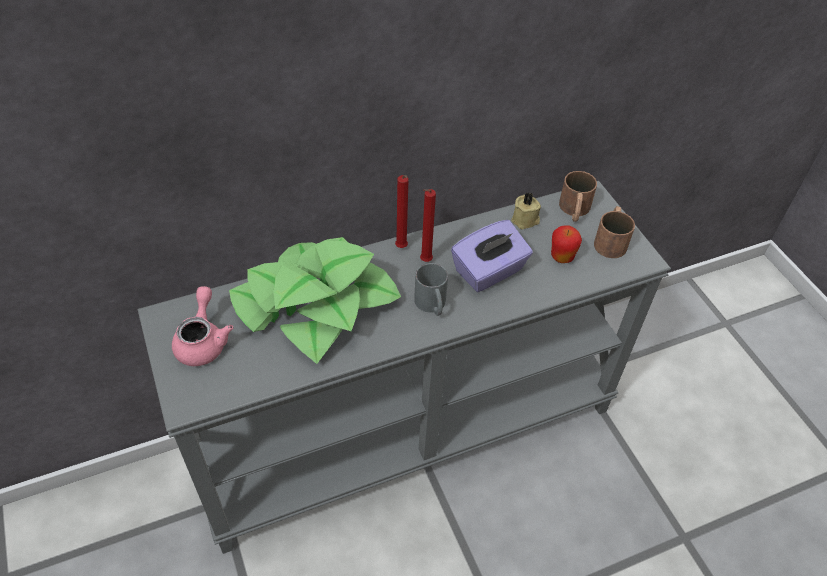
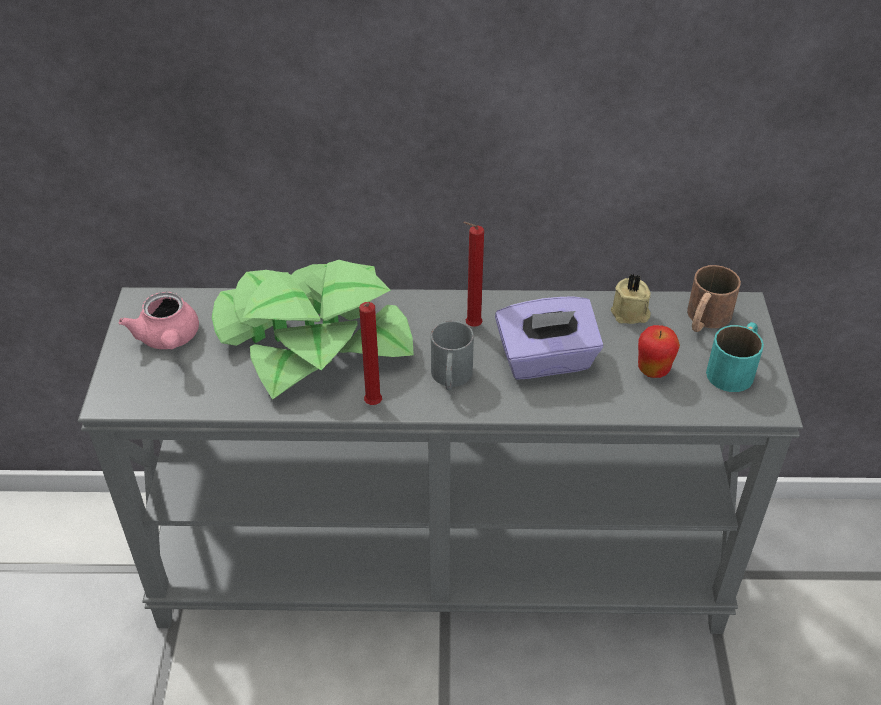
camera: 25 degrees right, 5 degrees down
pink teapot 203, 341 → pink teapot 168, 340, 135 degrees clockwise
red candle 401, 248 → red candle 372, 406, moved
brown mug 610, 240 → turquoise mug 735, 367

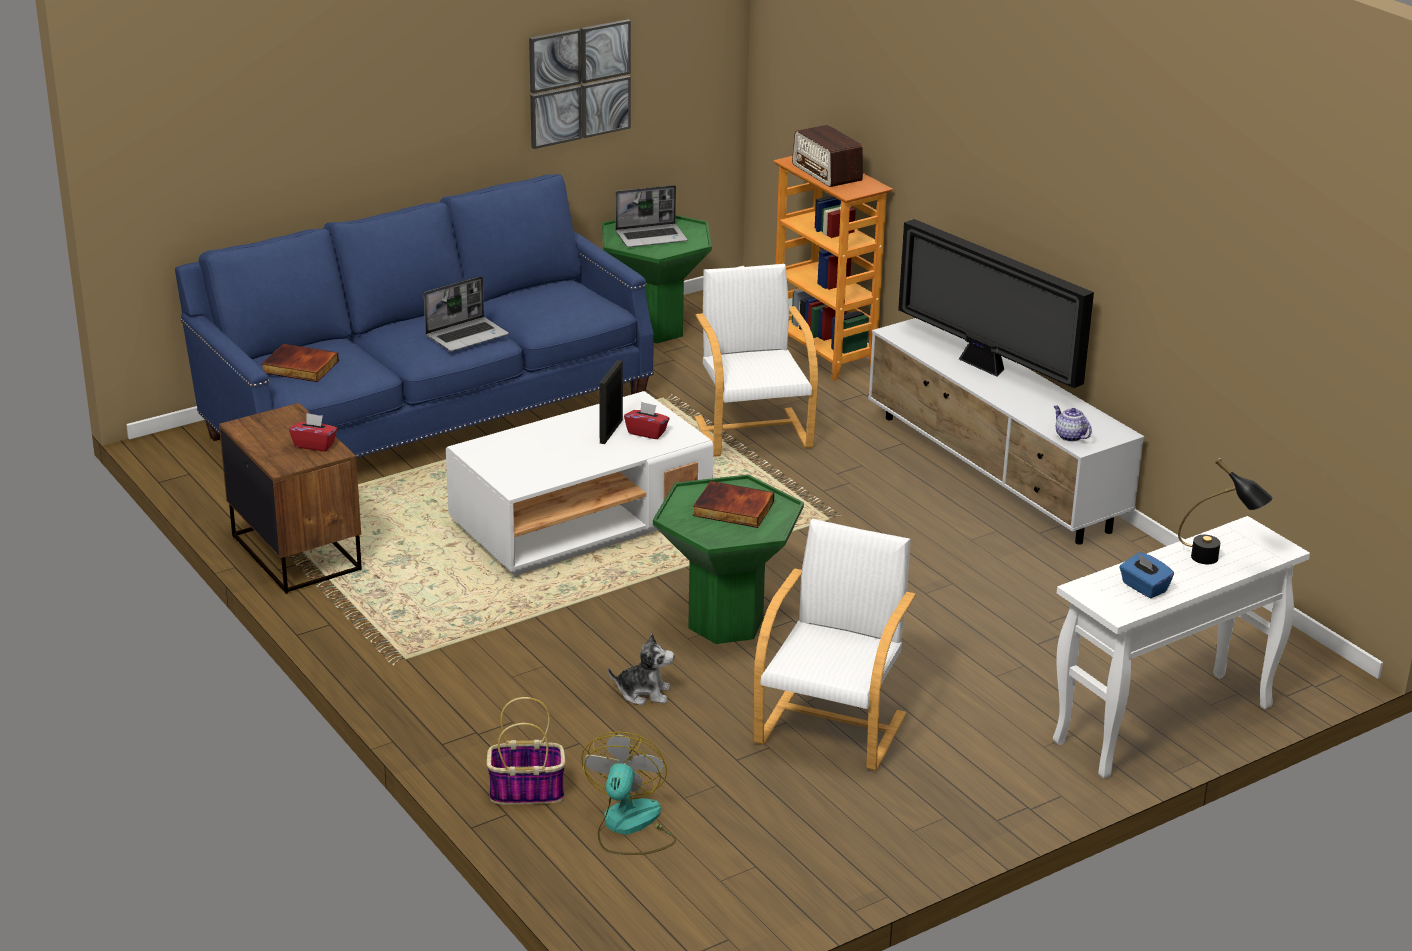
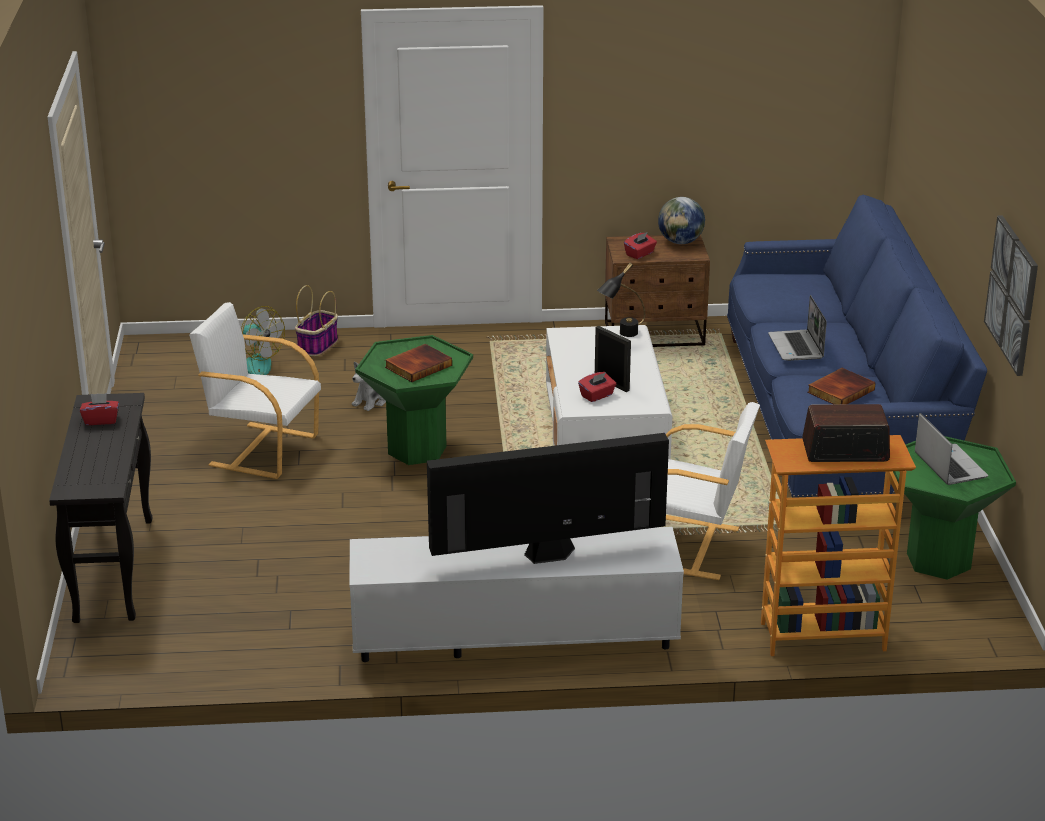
camera: 120 degrees right, 0 degrees up
white console table 1162, 725 → black console table 113, 568
blue tissue box 1144, 588 → red tissue box 101, 420
white armchair 832, 727 → white armchair 262, 450, 150 degrees clockwise
black table lamp 1217, 560 → black table lamp 621, 335, moved
- → globe 680, 242
book 299, 367 → book 840, 390, moved
laptop 652, 237 → laptop 949, 466, 150 degrees clockwise
teapot 1069, 436 → -

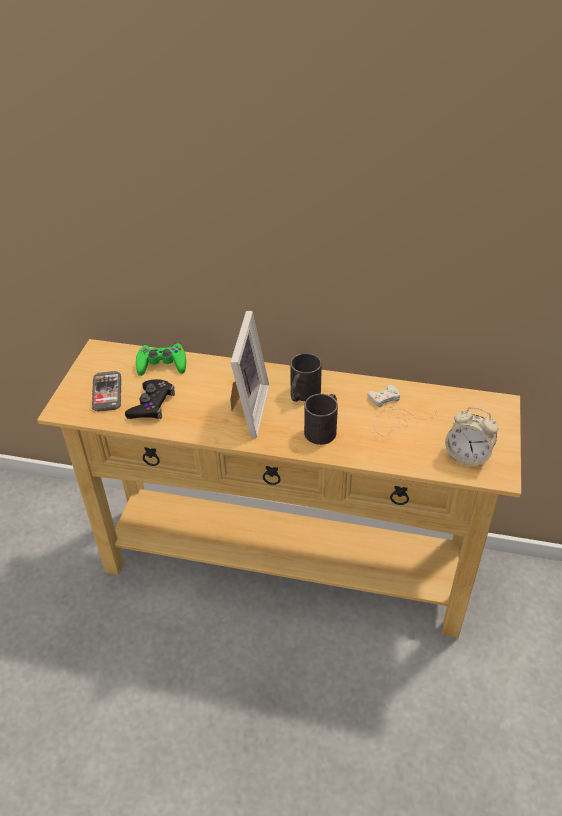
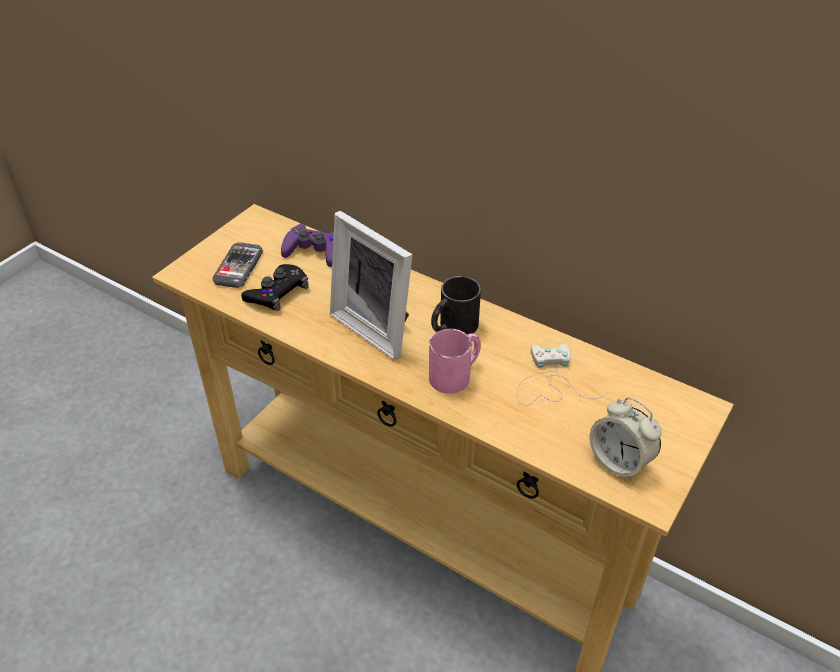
camera: 20 degrees right, 0 degrees up
green game controller 162, 364 → purple game controller 314, 250
picture frame 245, 409 → picture frame 377, 326, 105 degrees clockwise
black mug 323, 428 → pink mug 456, 374

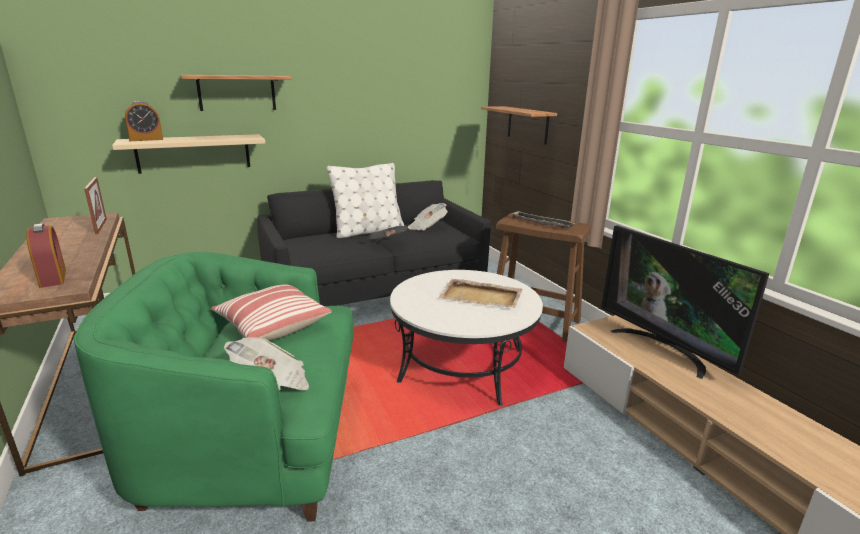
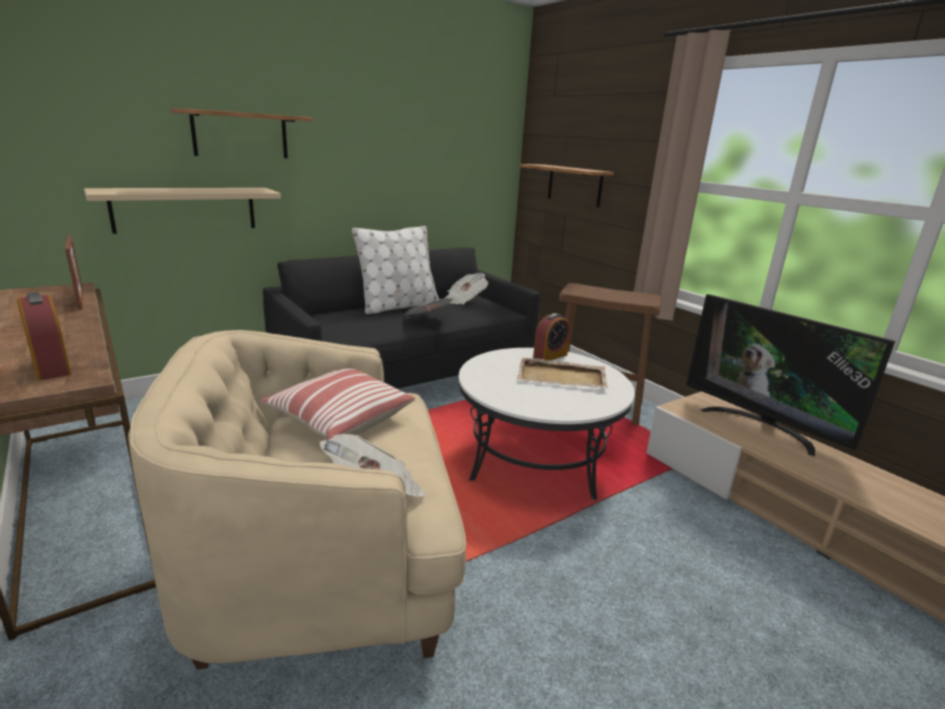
camera: 10 degrees left, 0 degrees up
green armchair 255, 441 → beige armchair 323, 564
alarm clock 146, 139 → alarm clock 550, 356, moved
tray 541, 223 → -

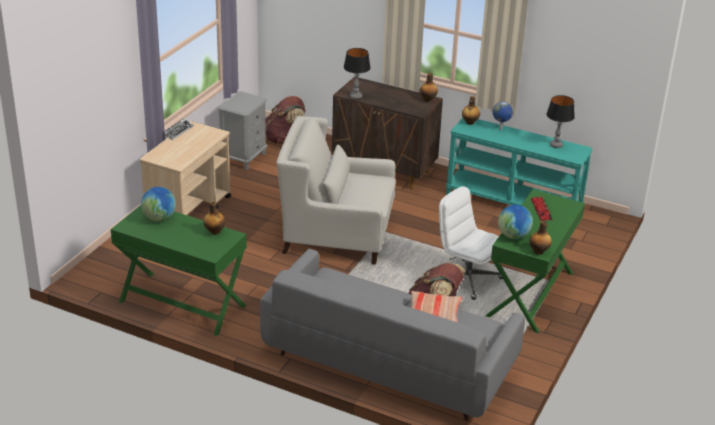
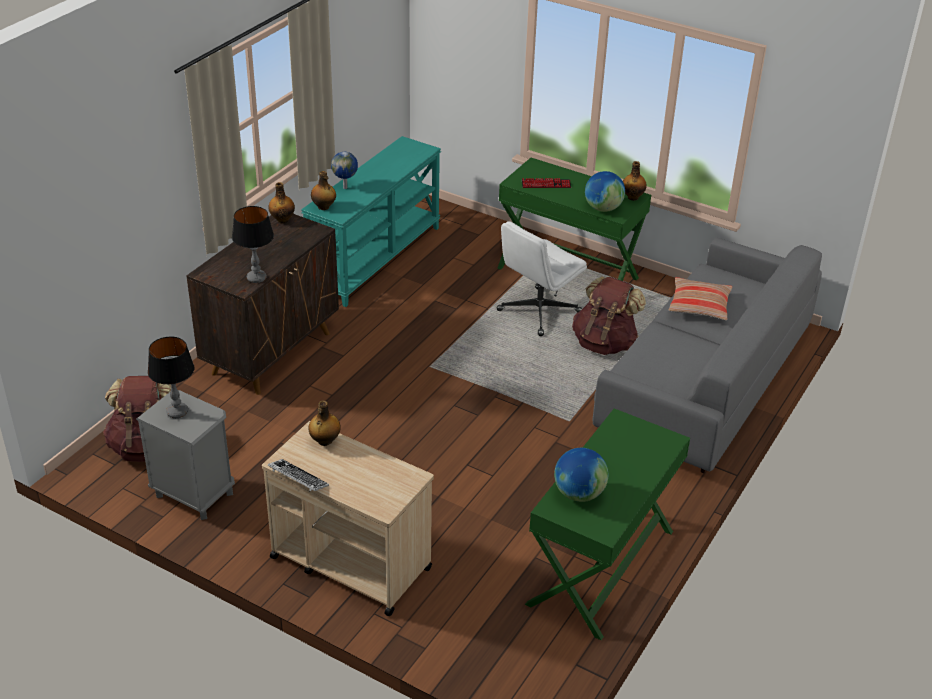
camera: 85 degrees left, 5 degrees up
table lamp 556, 145 → table lamp 177, 412, moved
bottle 214, 231 → bottle 324, 441, moved
white armchair 337, 234 → -

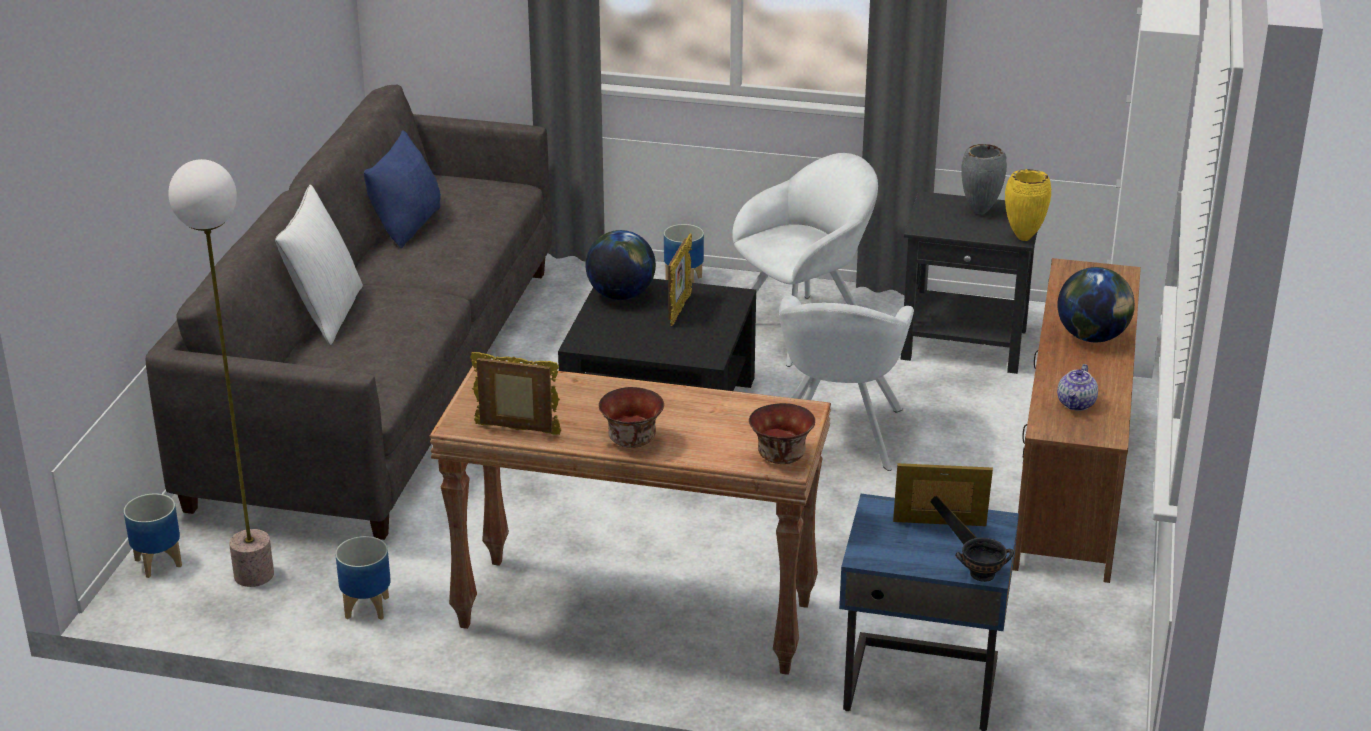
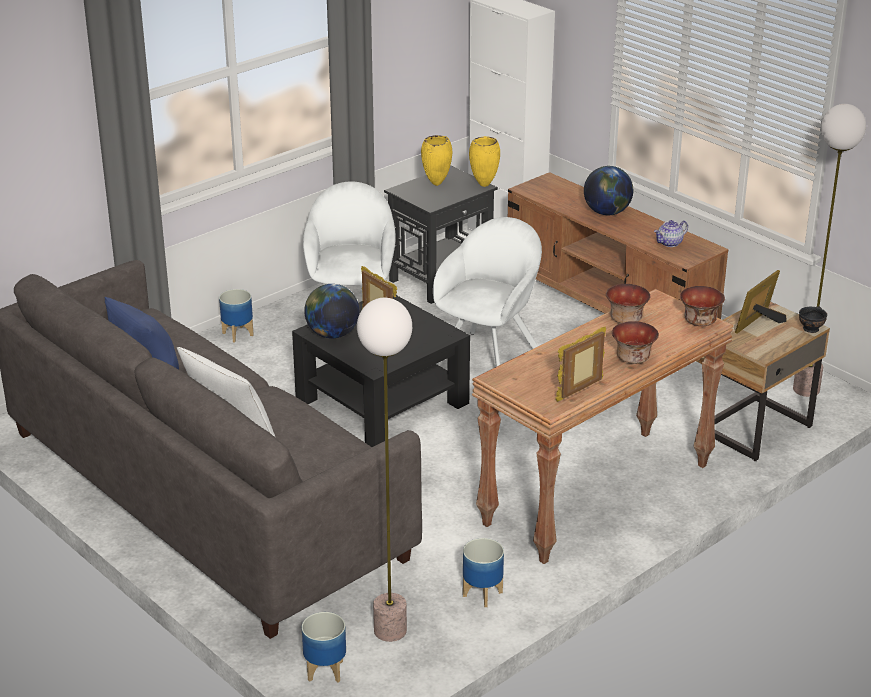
camera: 55 degrees left, 0 degrees up
grey vase 979, 212 → yellow vase 437, 184
white armchair 838, 437 → white armchair 489, 356, 105 degrees counterclockwise
- → bowl 625, 319
teapot 1076, 404 → teapot 670, 243, 90 degrees clockwise
blue nightstand 920, 682 → beige nightstand 751, 428
- → floor lamp 806, 389

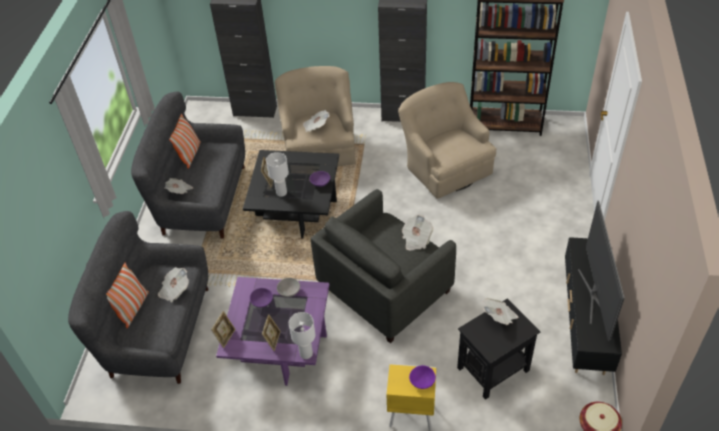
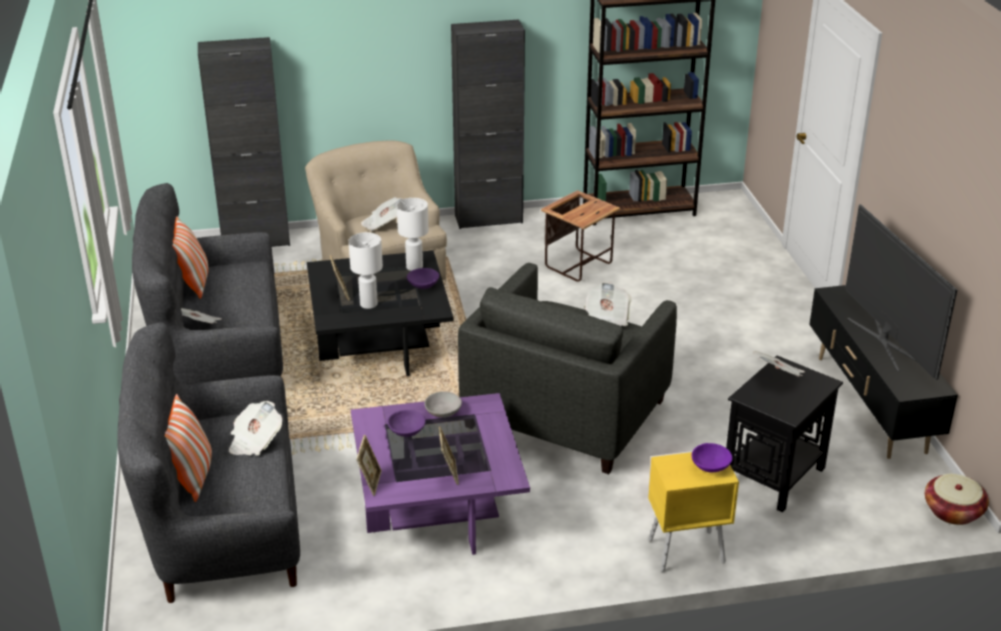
camera: 20 degrees left, 15 degrees down
white table lamp 306, 353 → white table lamp 414, 267, moved
beige armchair 444, 166 → side table 579, 265

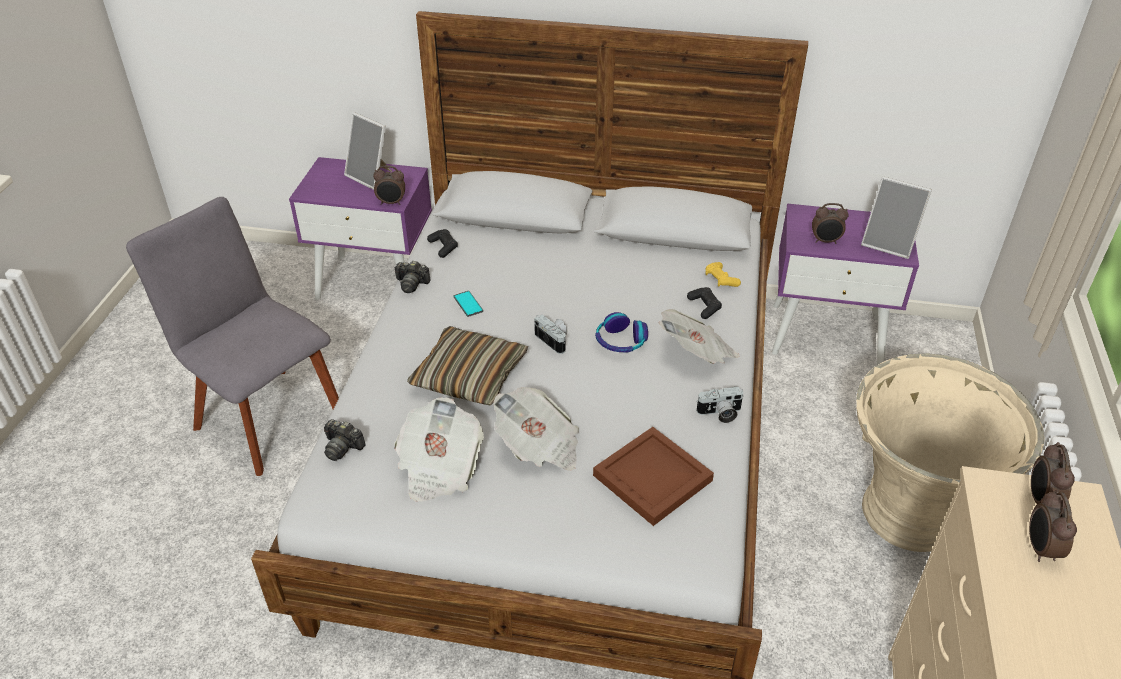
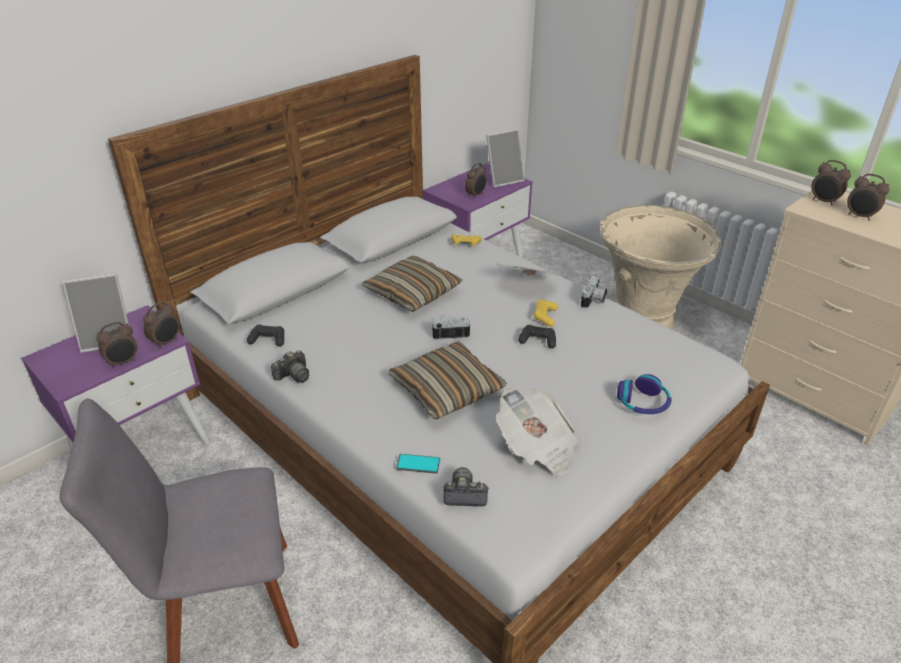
camera: 55 degrees left, 5 degrees down
- → alarm clock 123, 362
- → pillow 412, 293
phone 468, 304 → phone 418, 464, moved
photo camera 342, 447 → photo camera 464, 495, 150 degrees counterclockwise
black game controller 704, 306 → black game controller 537, 341, moved
- → yellow game controller 545, 317
headphones 620, 341 → headphones 643, 403, moved
newspaper 539, 446 → -
brown tray 652, 479 → -

